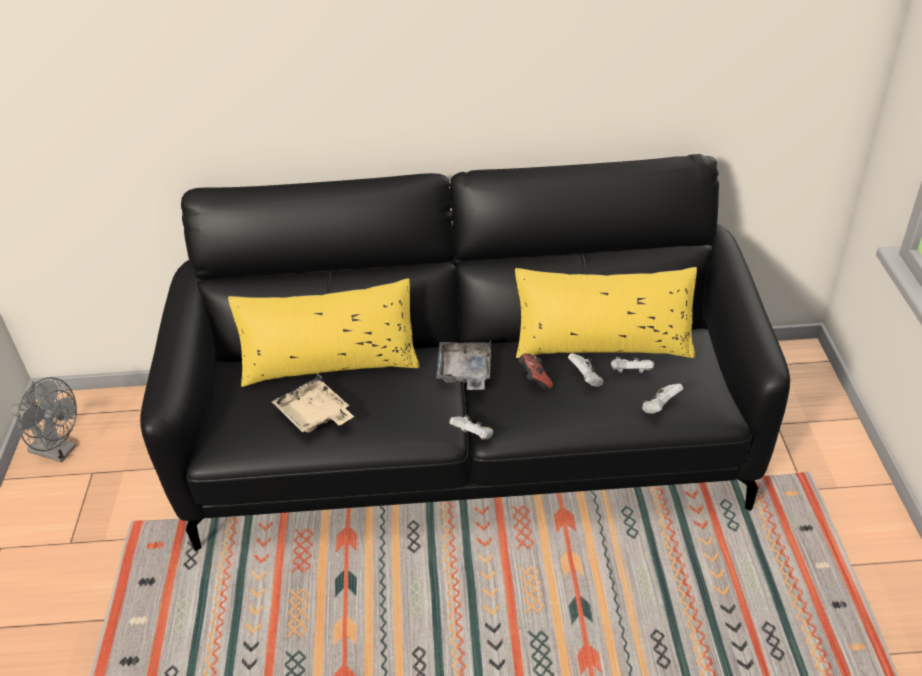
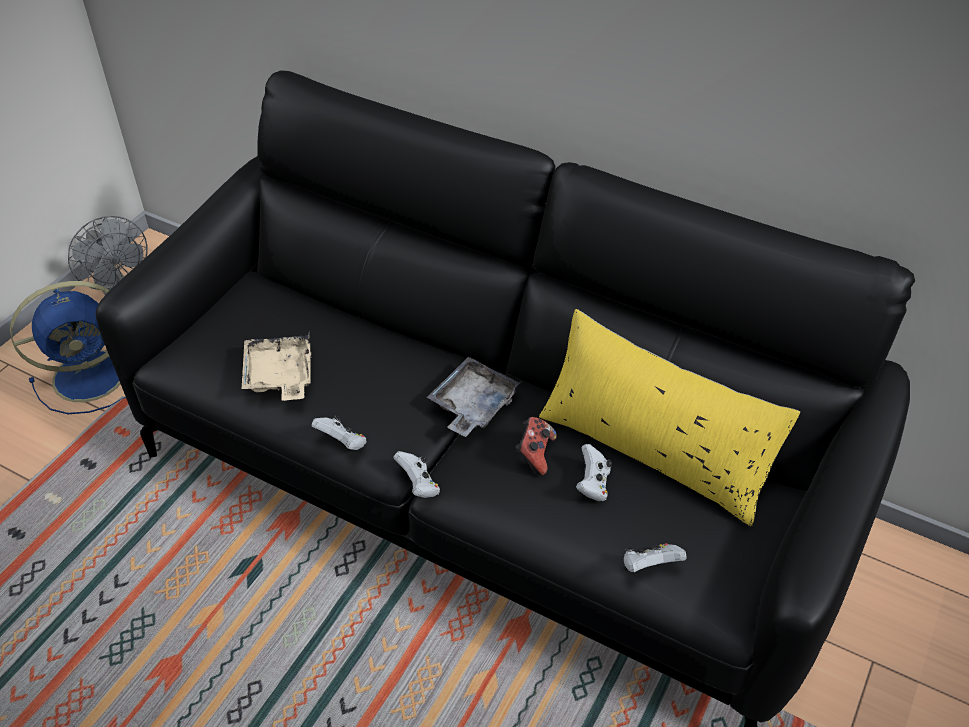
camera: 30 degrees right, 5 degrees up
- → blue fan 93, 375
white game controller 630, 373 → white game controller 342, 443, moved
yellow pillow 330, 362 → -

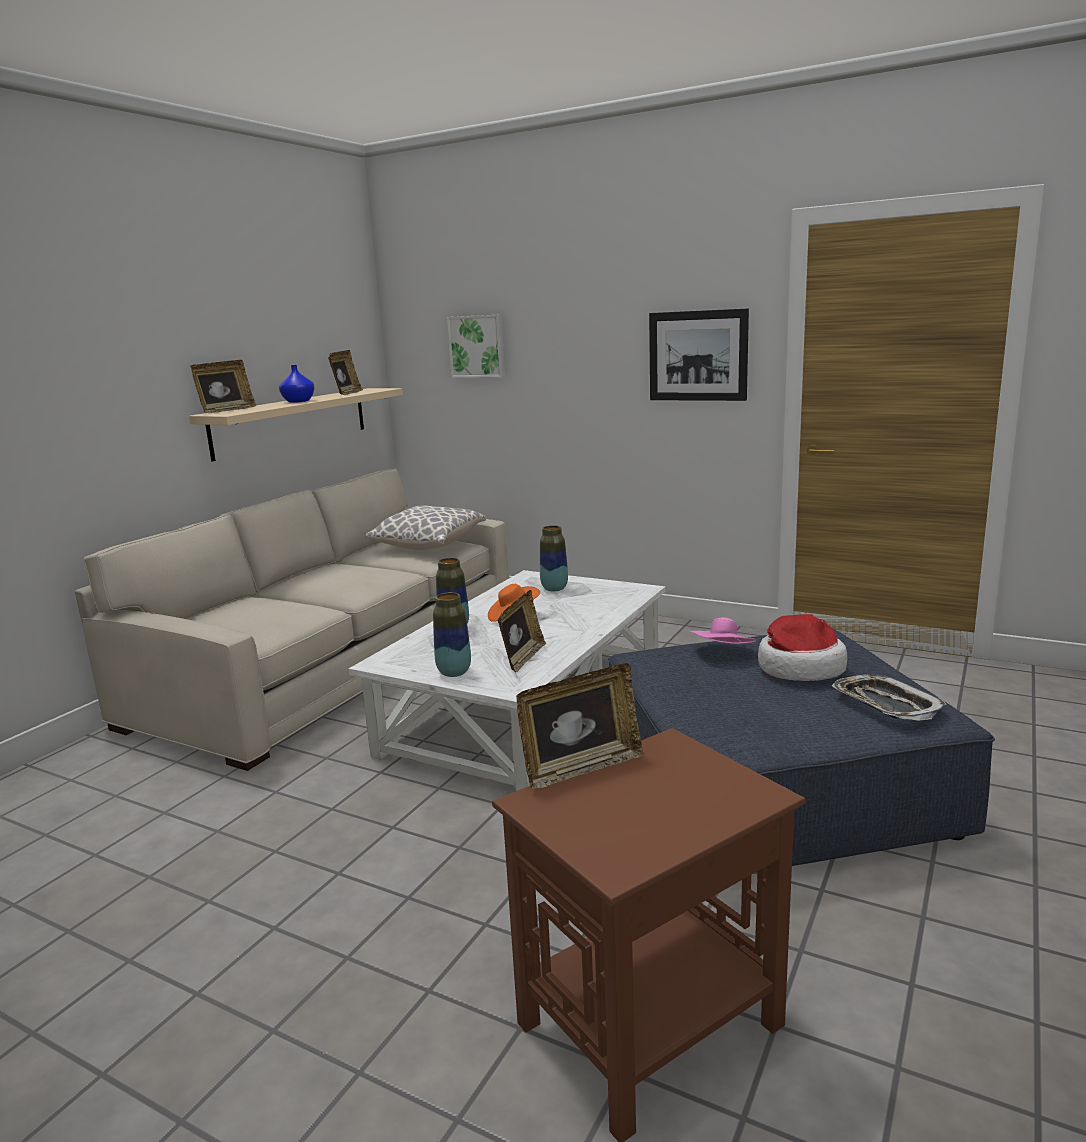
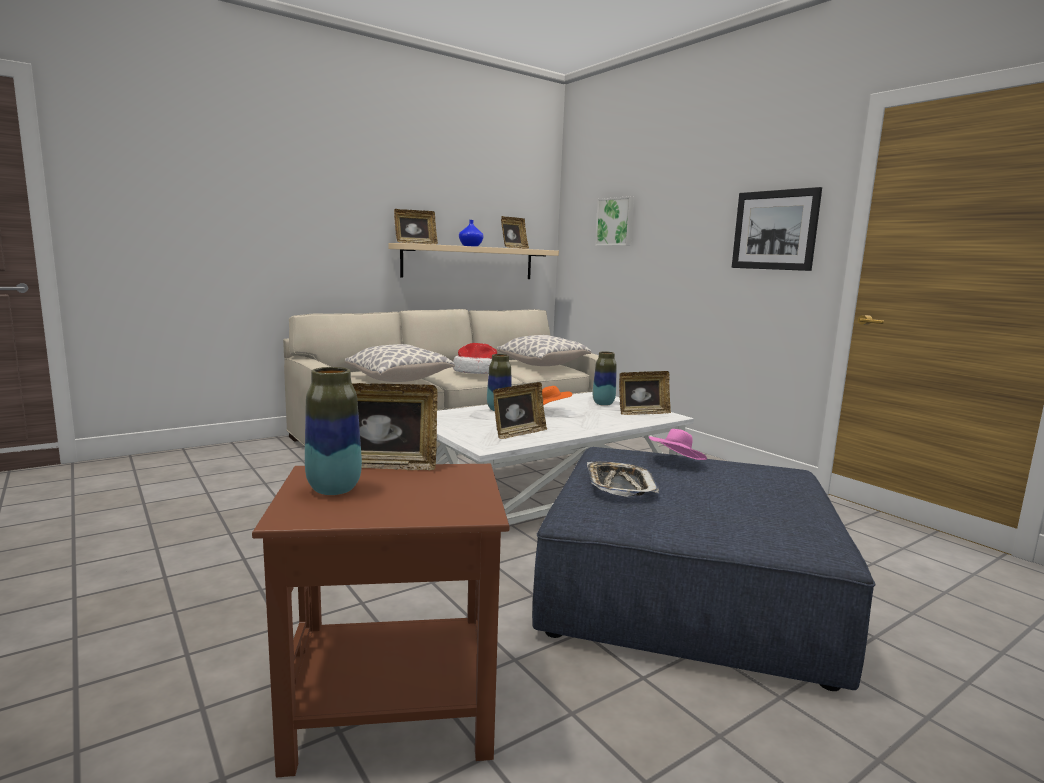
camera: 25 degrees right, 5 degrees down
vase 454, 672 → vase 334, 489, moved
- → pillow 399, 380
hat 799, 668 → hat 477, 372, moved
tray 885, 704 → tray 619, 485, moved
- → picture frame 642, 413

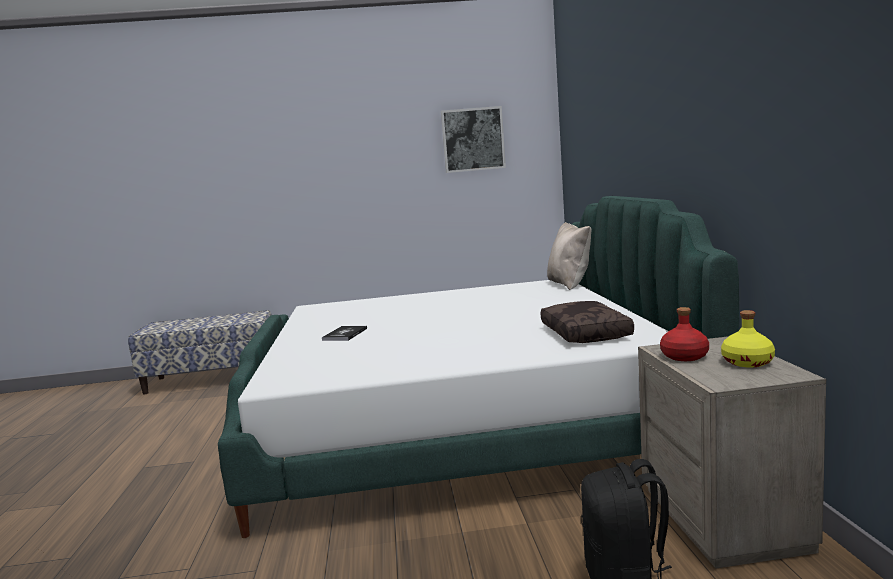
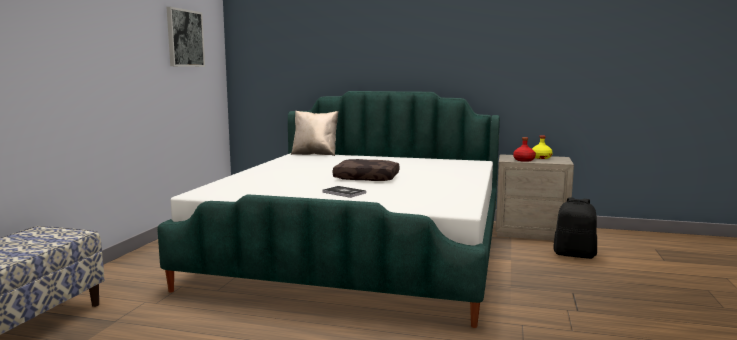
camera: 70 degrees left, 0 degrees up
brown pillow 586, 333 → brown pillow 367, 178, moved

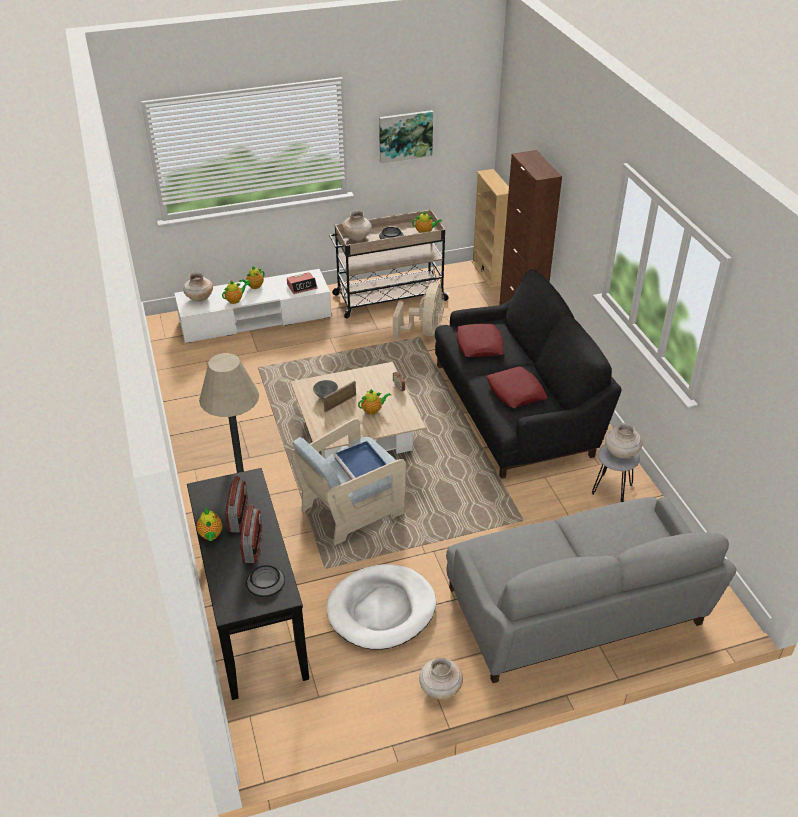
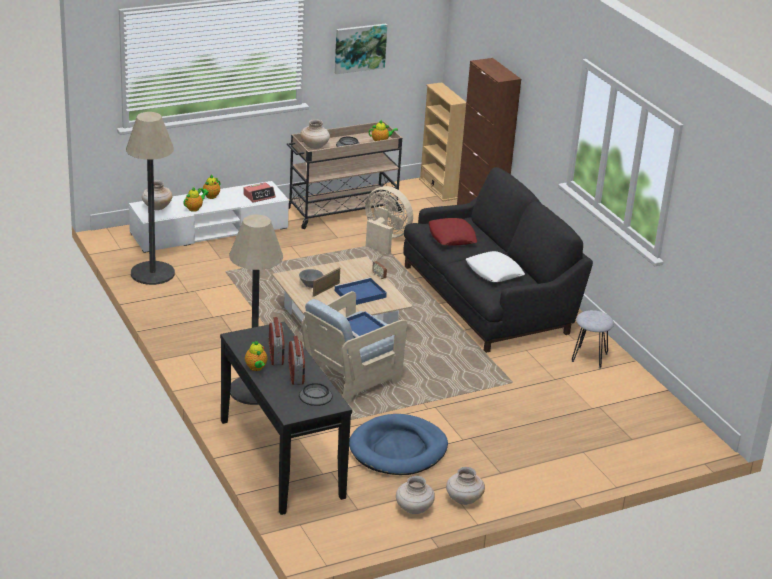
camera: 10 degrees left, 10 degrees down
- → floor lamp 152, 273
teapot 373, 410 → blue tray 359, 294
white dog bed 381, 609 → blue dog bed 398, 449
beige fan 424, 331 → beige fan 385, 239, 60 degrees counterclockwise
beige vase 621, 453 → beige vase 413, 509, moved
red pillow 516, 392 → white pillow 494, 272
grey sofa 574, 610 → -

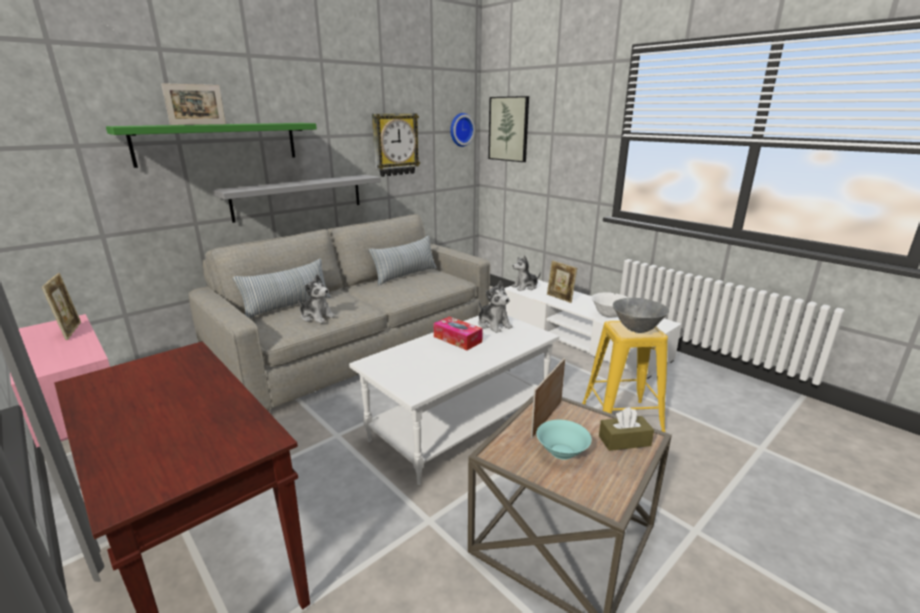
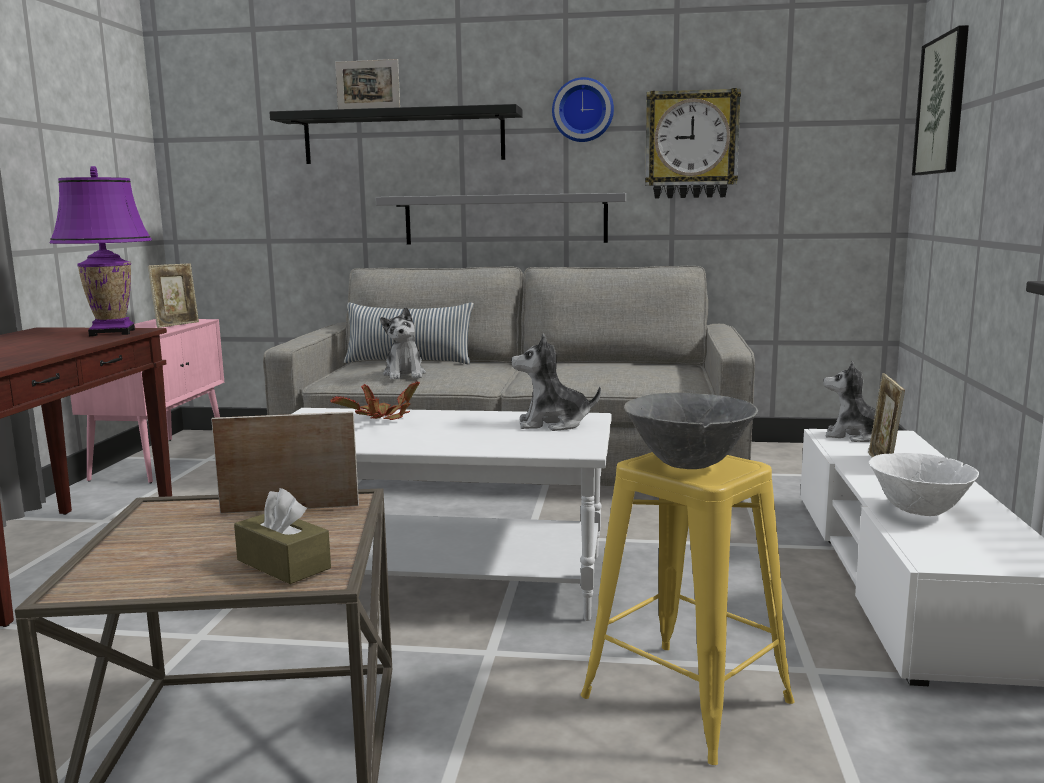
camera: 50 degrees right, 10 degrees down
- → purple table lamp 112, 333
green shelf 218, 143 → black shelf 403, 137
- → potted plant 381, 419
plush toy 494, 325 → plush toy 552, 424, 75 degrees clockwise
wall clock 460, 129 → wall clock 583, 110, moved
pillow 405, 275 → -
tissue box 457, 339 → -
turquoise bowl 562, 452 → -

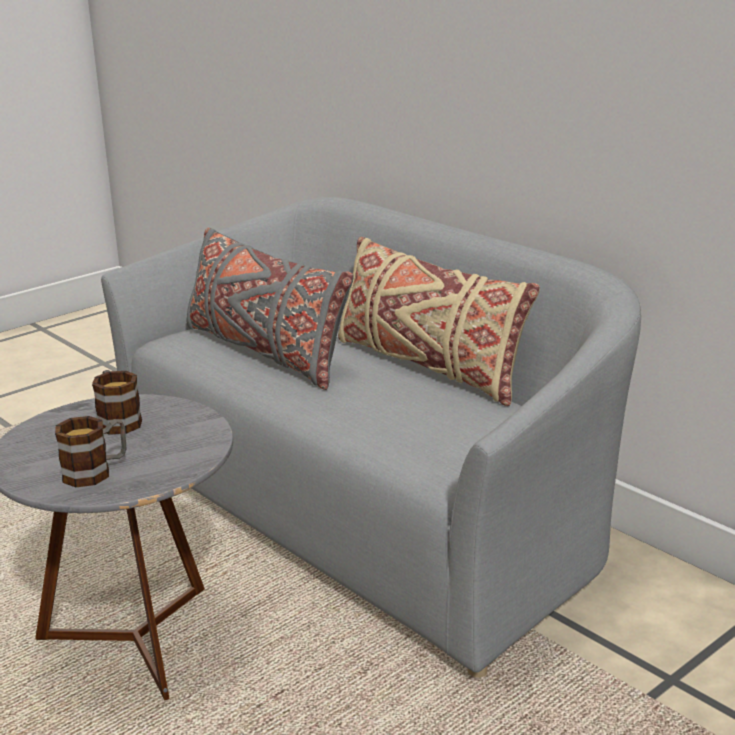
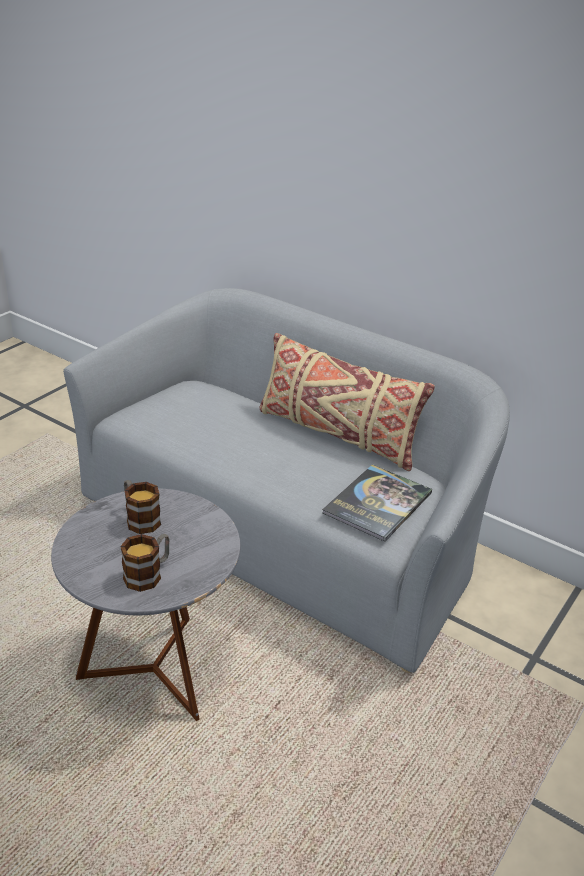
camera: 15 degrees left, 10 degrees up
- → book 377, 503
grey pillow 265, 352 → -

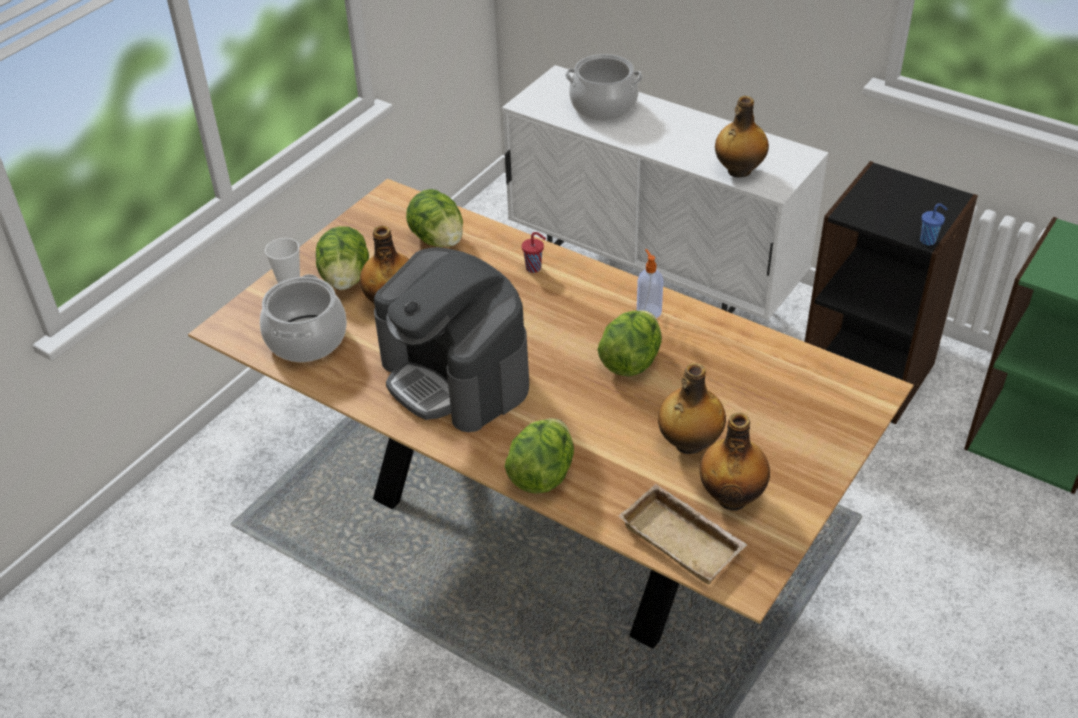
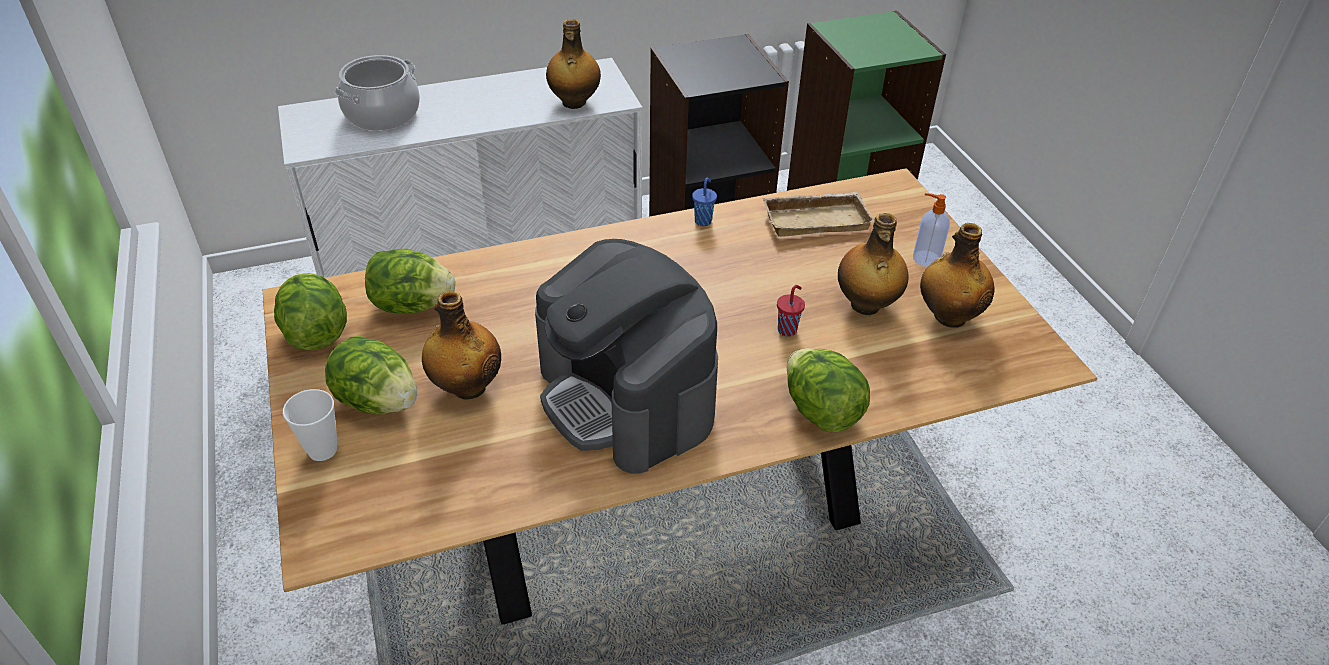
camera: 55 degrees left, 0 degrees up
lettuce 630, 362 → lettuce 316, 333, moved
coffee machine 456, 376 → coffee machine 627, 397, 60 degrees clockwise
blue cup 928, 240 → blue cup 703, 221, moved
beige tray 684, 539 → beige tray 816, 218, moved
red cup 534, 268 → red cup 787, 329, moved
soap dispenser 648, 311 → soap dispenser 925, 258, moved
cooking pot 307, 339 → -

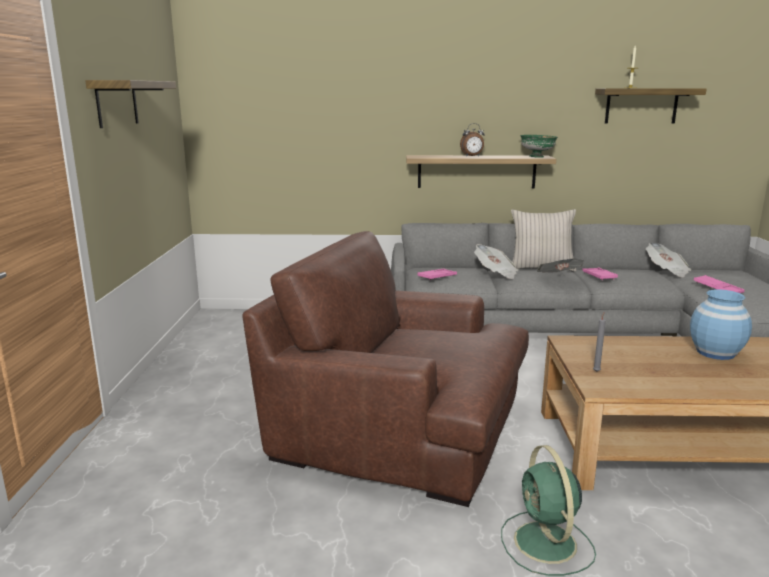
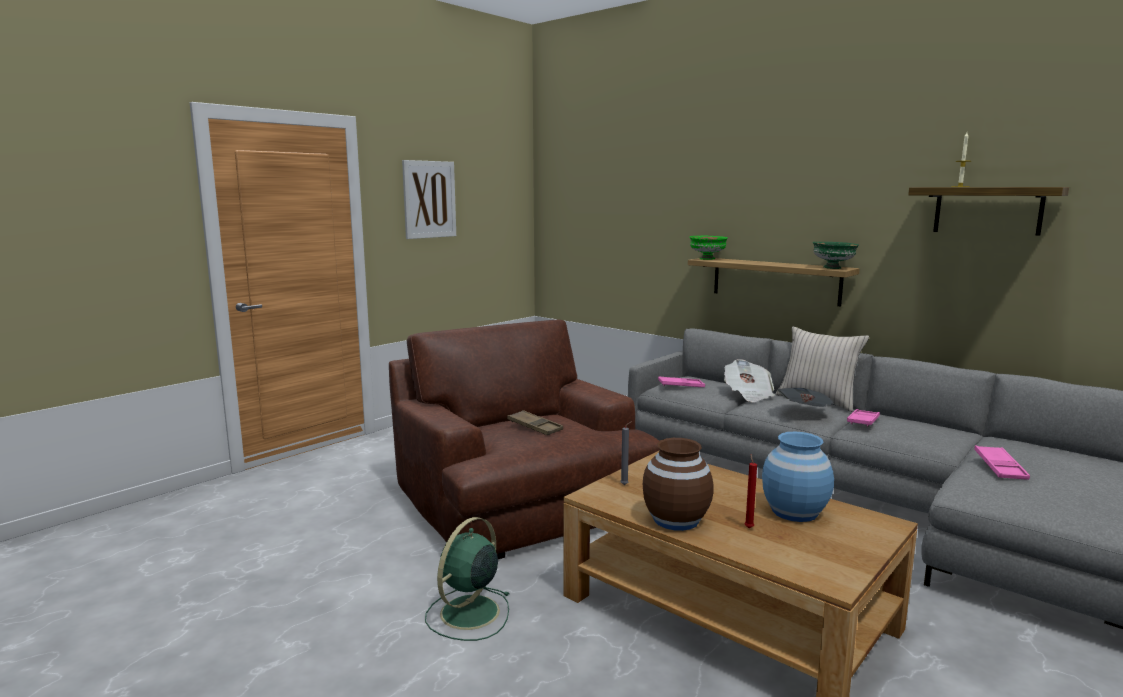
camera: 40 degrees right, 5 degrees down
shelf 117, 103 → picture 429, 199
- → brown tray 534, 427
- → brown vase 676, 520
- → green bowl 707, 259
- → red candle 748, 527
alarm clock 472, 156 → -
newspaper 667, 271 → -

